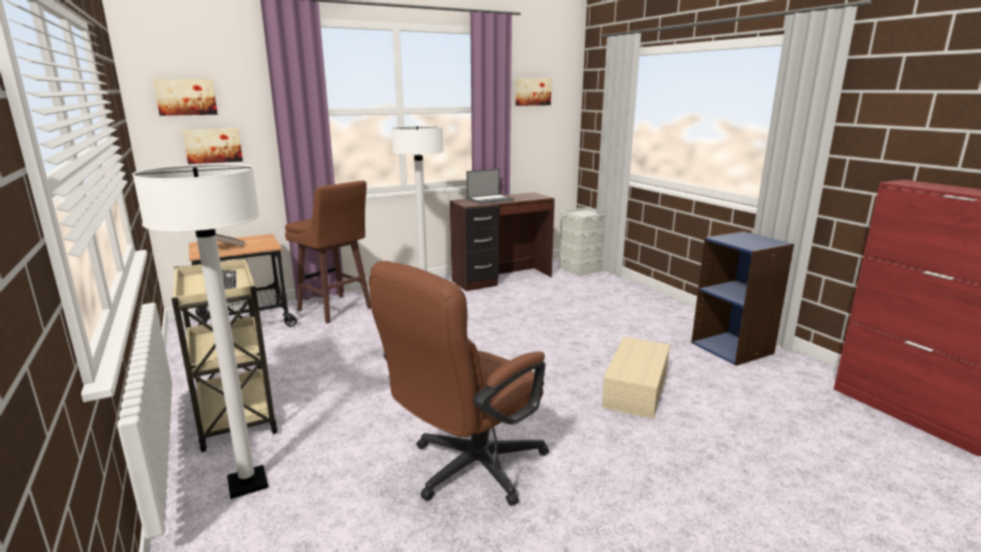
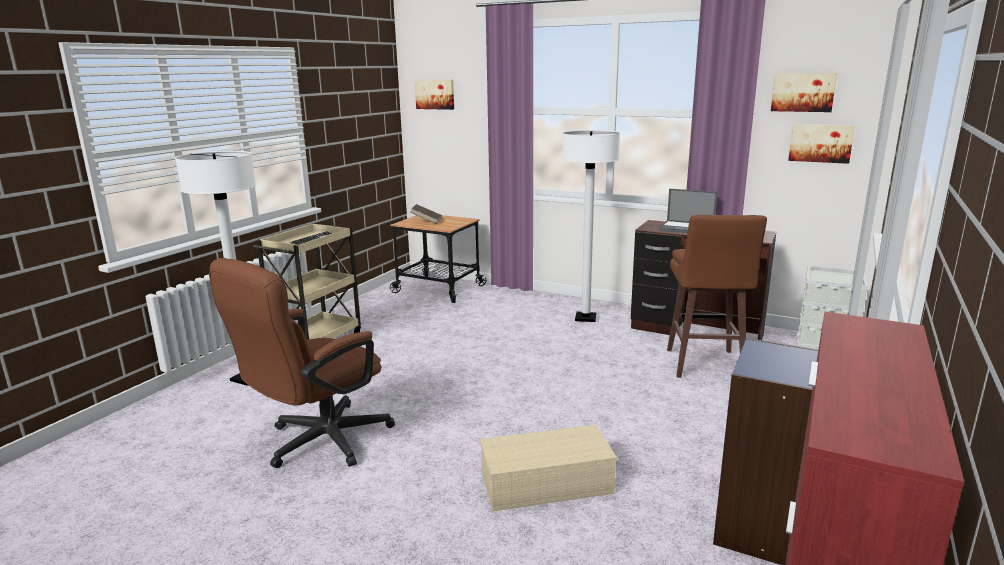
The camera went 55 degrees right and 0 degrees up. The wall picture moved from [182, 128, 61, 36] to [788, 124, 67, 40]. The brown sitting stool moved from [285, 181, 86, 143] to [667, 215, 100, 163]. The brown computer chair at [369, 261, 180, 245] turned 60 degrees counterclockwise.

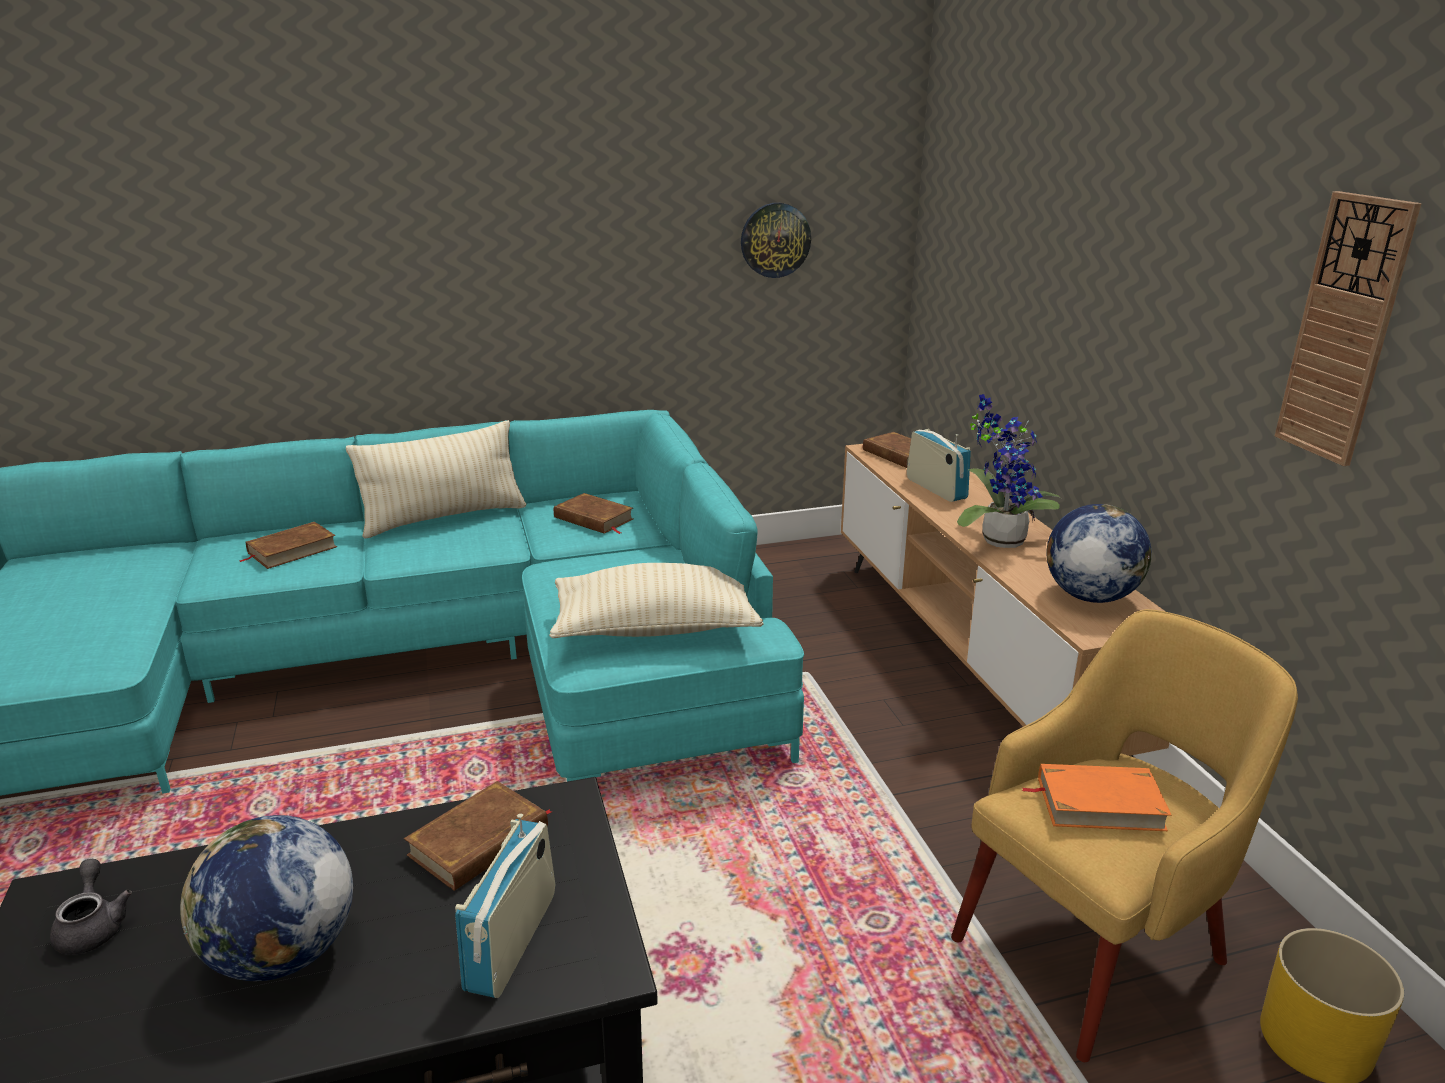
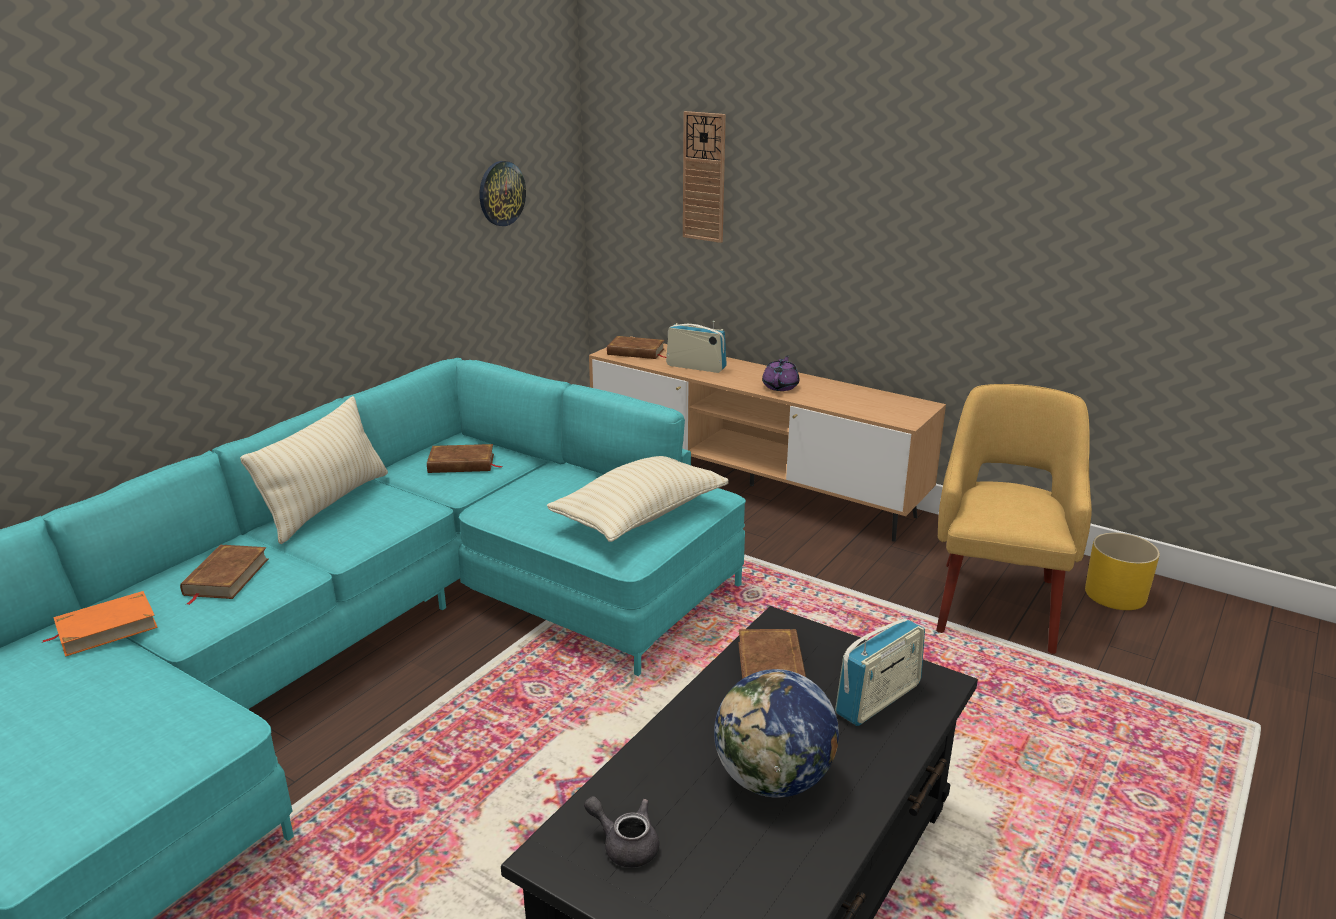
The camera went 40 degrees left and 0 degrees up. The radio at [455, 813, 100, 185] turned 105 degrees counterclockwise. The houseplant at [957, 394, 104, 154] was replaced by the purple teapot at [762, 355, 37, 36]. The orange-coloured volume moved from [1021, 764, 151, 67] to [41, 591, 117, 66]. The globe at [1047, 504, 105, 99] disappeared. The wall clock moved from [1275, 191, 146, 275] to [683, 111, 43, 132].

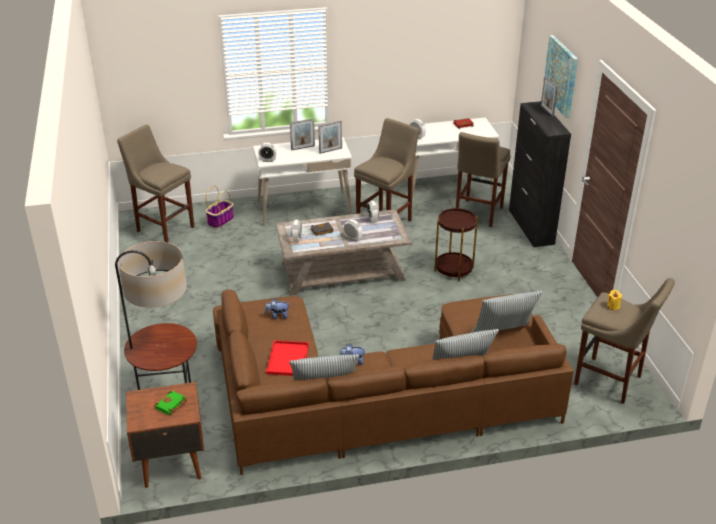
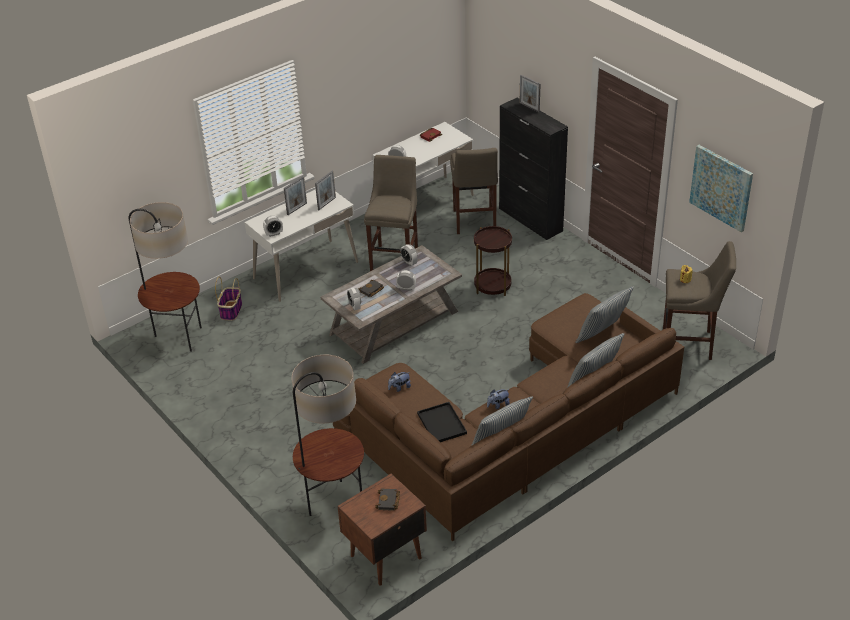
The camera went 25 degrees left and 5 degrees up. The beige sitting stool at [117, 124, 77, 119] was replaced by the standing lamp at [128, 202, 74, 150]. The green-coloured volume at [154, 391, 33, 24] became the black volume at [375, 488, 25, 23]. The red-coloured carrying tray at [266, 340, 43, 36] became the black carrying tray at [417, 402, 50, 40]. The wall picture moved from [545, 35, 33, 83] to [689, 145, 64, 87].

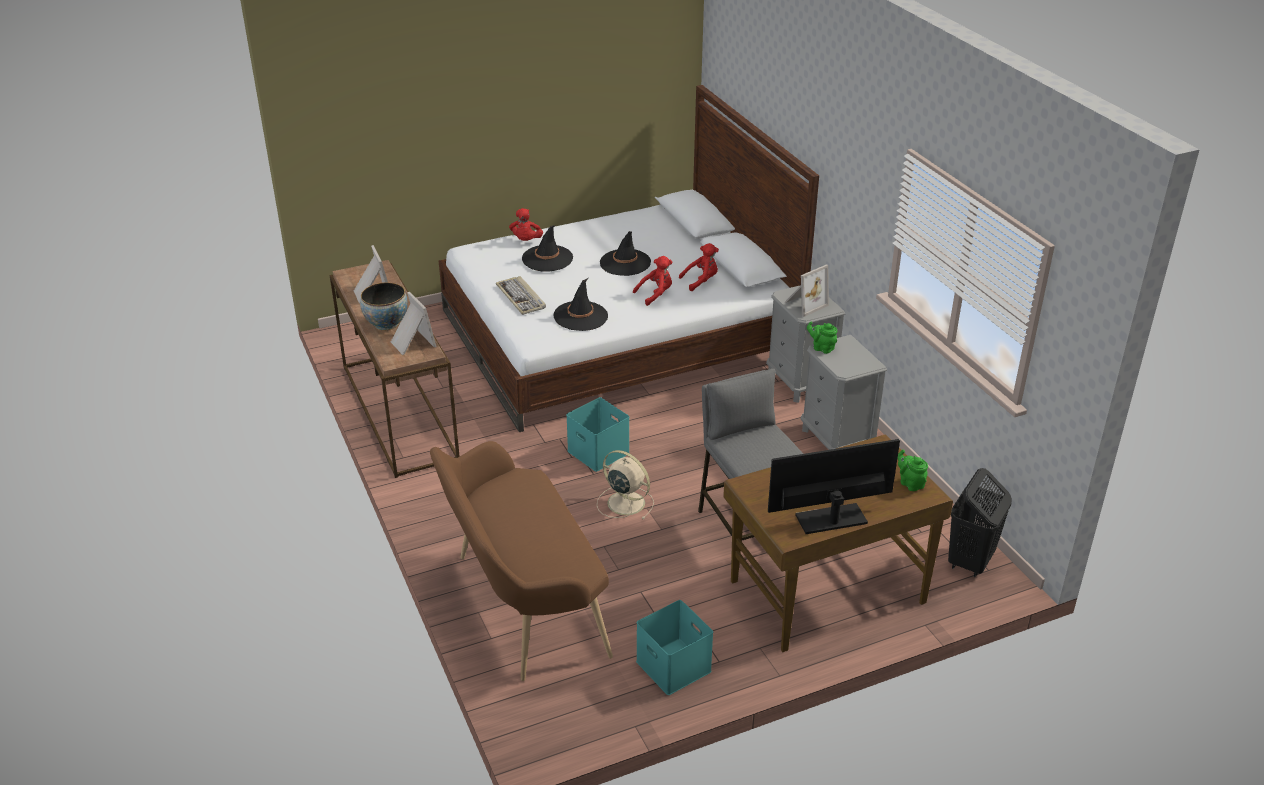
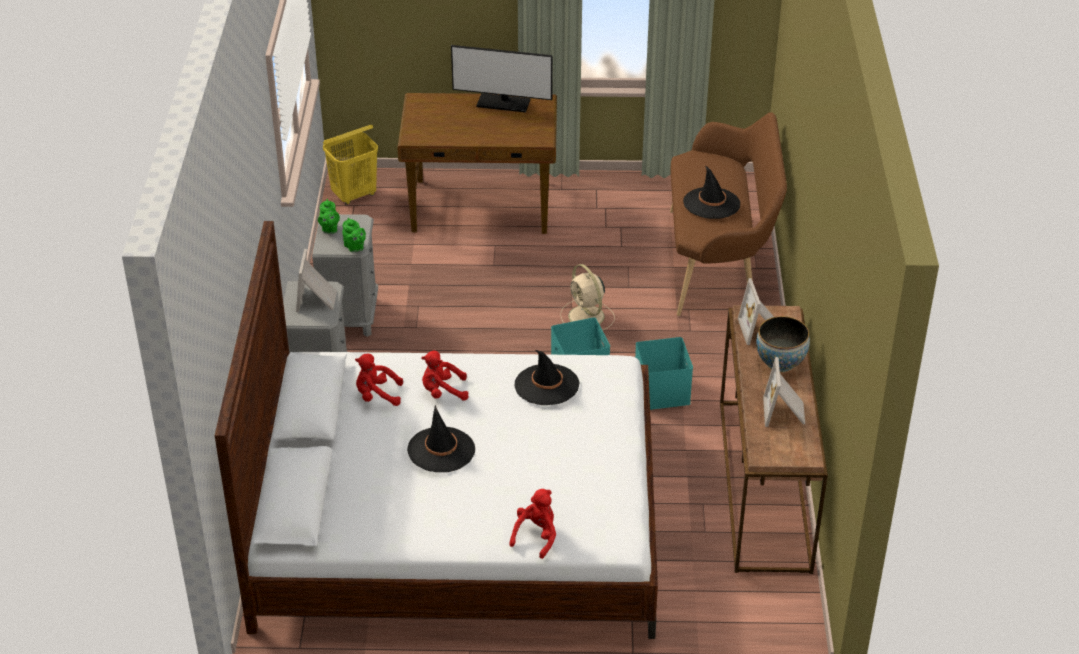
The camera went 155 degrees left and 5 degrees up. The computer keyboard at [496, 276, 50, 39] disappeared. The black hat moved from [522, 225, 51, 47] to [683, 165, 57, 54]. The blue-green storage box moved from [636, 600, 77, 95] to [635, 337, 58, 73]. The greyish sitting stool at [698, 368, 105, 172] disappeared. The picture frame at [785, 264, 44, 53] turned 75 degrees counterclockwise. The green-coloured teapot moved from [898, 450, 30, 41] to [318, 199, 22, 35]. The black laundry basket at [948, 468, 64, 109] became the yellow laundry basket at [323, 125, 55, 80].

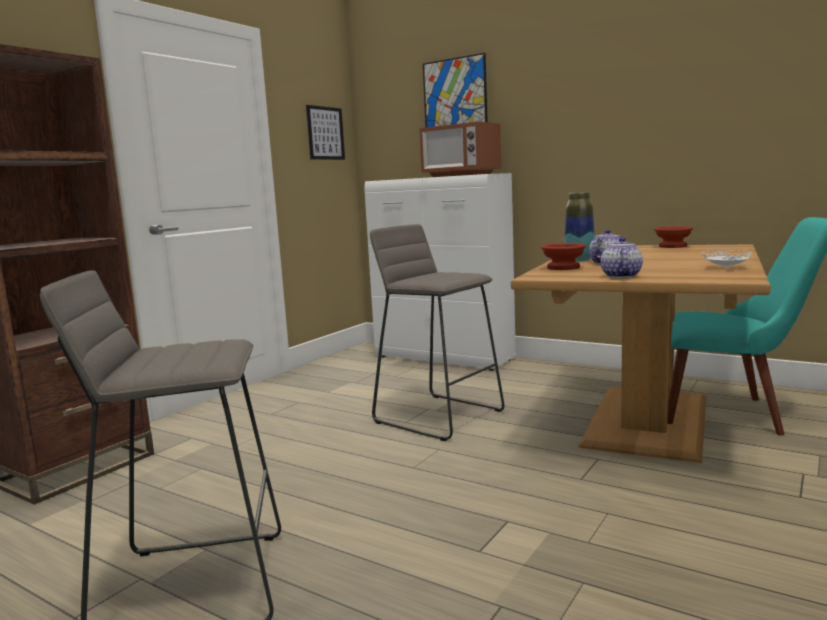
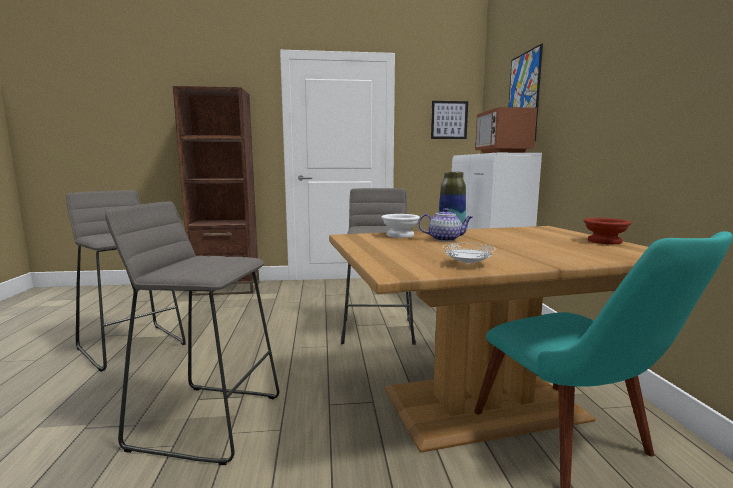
The camera went 50 degrees right and 0 degrees up. The brown deep dish at [541, 243, 45, 27] became the white deep dish at [382, 214, 38, 24]. The teapot at [600, 237, 43, 41] disappeared. The greyish sitting stool at [105, 201, 174, 264] appeared.

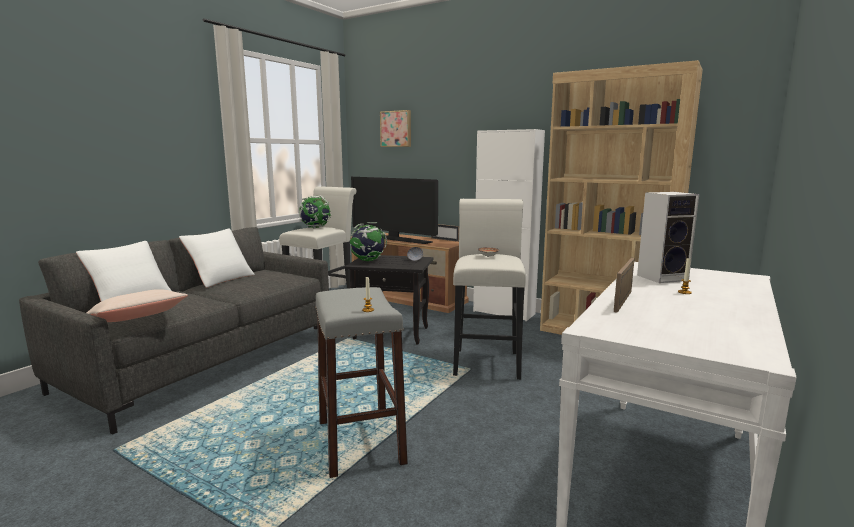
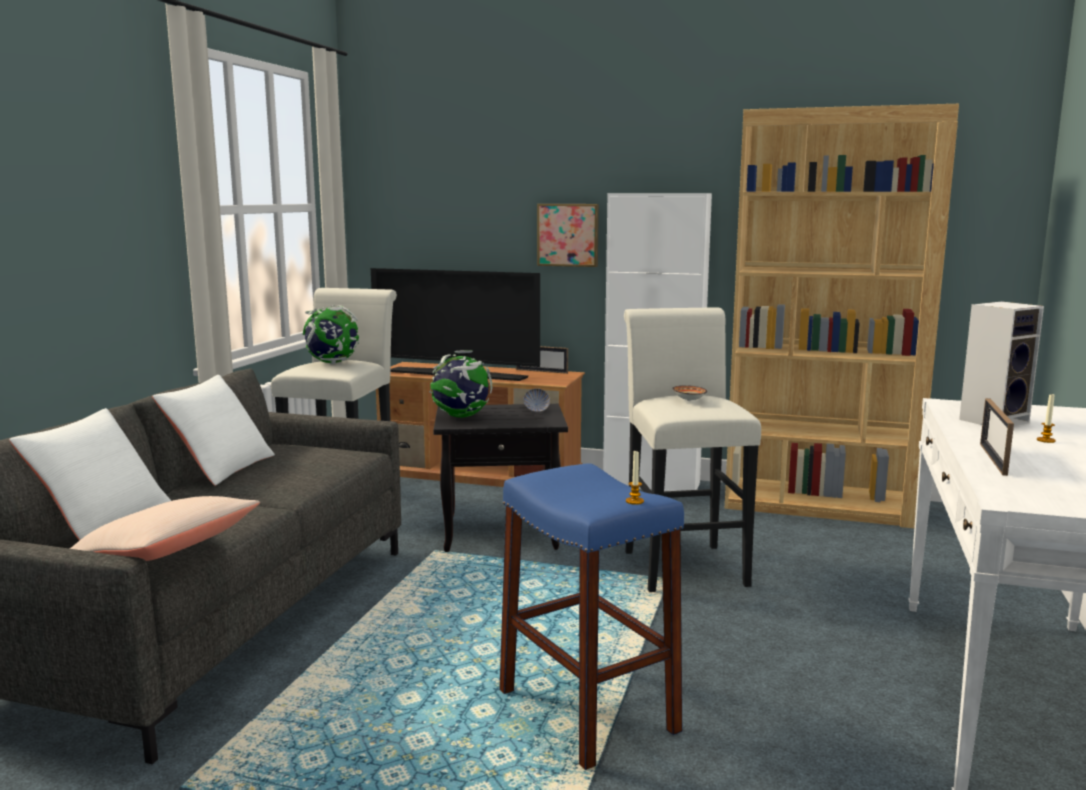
The camera went 15 degrees left and 0 degrees up. The greyish sitting stool at [315, 287, 93, 191] became the blue sitting stool at [499, 463, 185, 307]. The wall picture moved from [380, 110, 31, 37] to [537, 204, 62, 63].

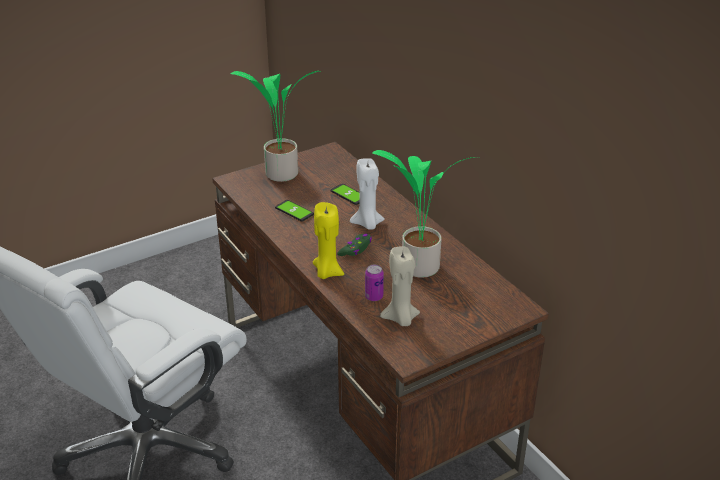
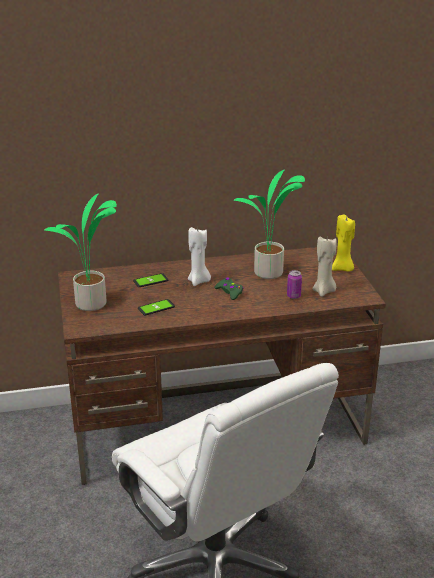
The camera went 70 degrees left and 5 degrees down. The yellow wax light moved from [313, 202, 31, 77] to [332, 215, 23, 57].

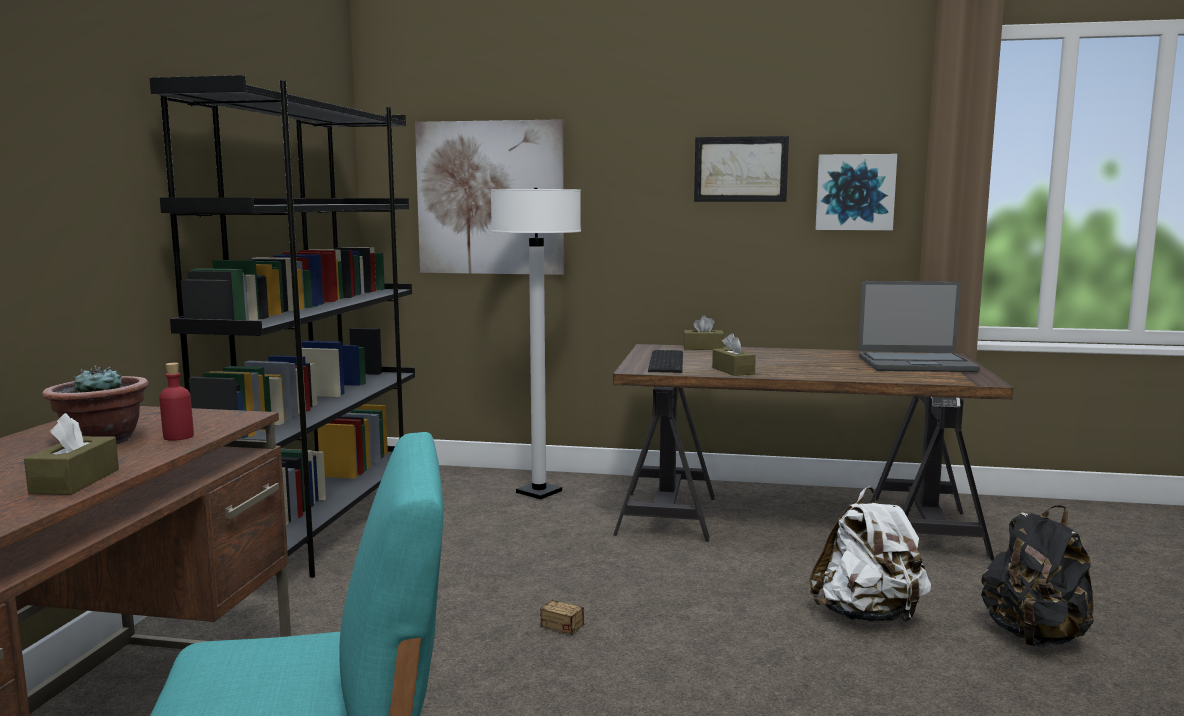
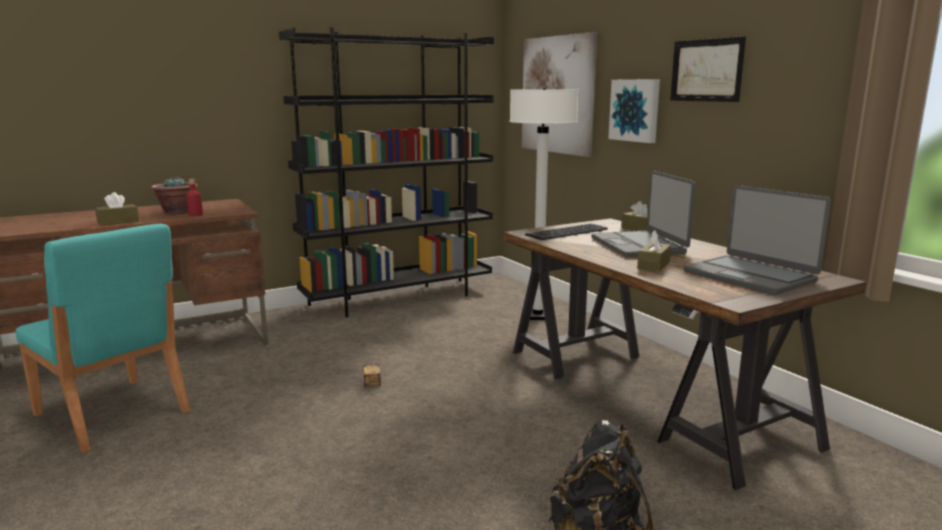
The camera went 50 degrees right and 5 degrees up. The brown tissue holder moved from [712, 333, 44, 43] to [637, 230, 34, 42]. The white knapsack at [809, 487, 122, 135] disappeared. The wall picture moved from [815, 154, 82, 76] to [608, 79, 52, 64]. The laptop at [591, 170, 105, 87] appeared.

